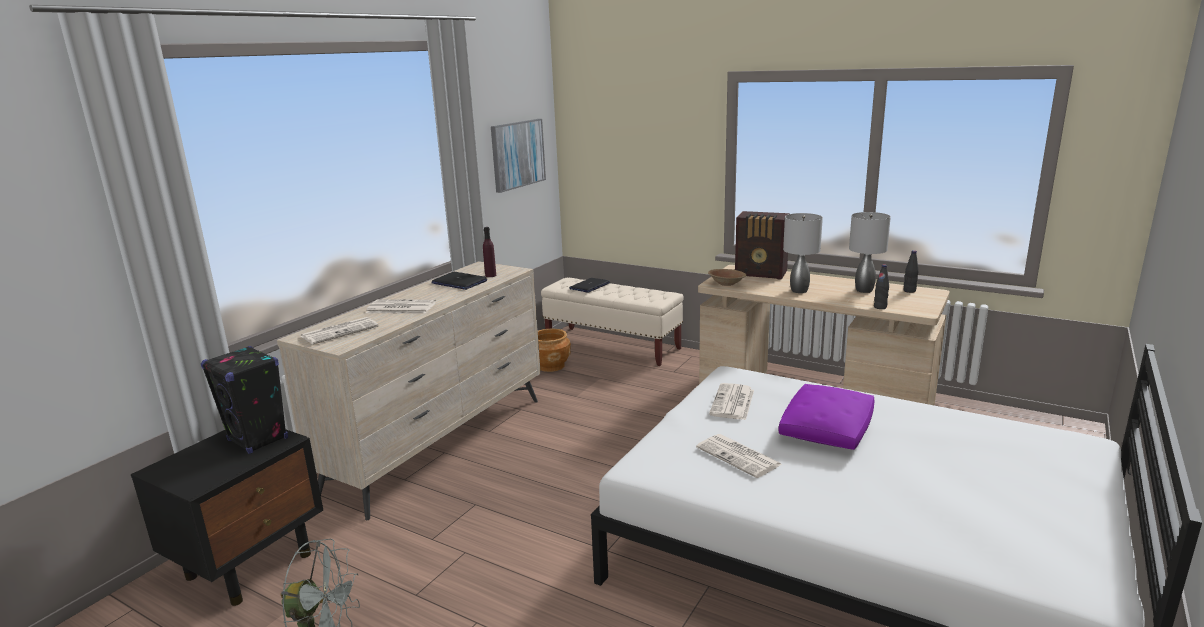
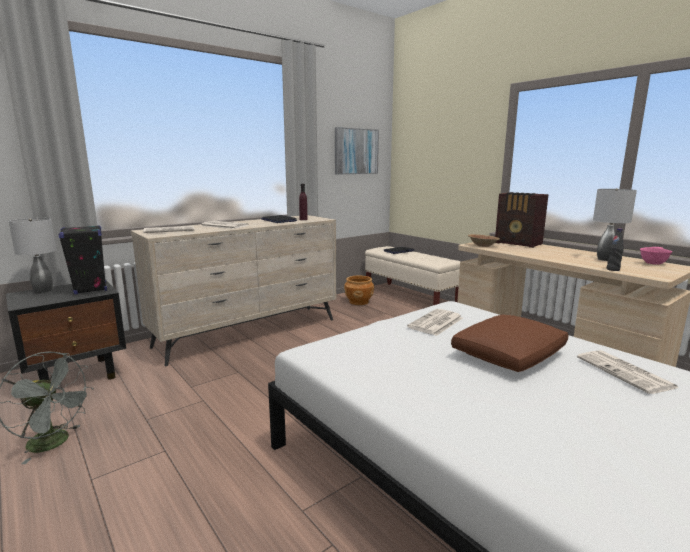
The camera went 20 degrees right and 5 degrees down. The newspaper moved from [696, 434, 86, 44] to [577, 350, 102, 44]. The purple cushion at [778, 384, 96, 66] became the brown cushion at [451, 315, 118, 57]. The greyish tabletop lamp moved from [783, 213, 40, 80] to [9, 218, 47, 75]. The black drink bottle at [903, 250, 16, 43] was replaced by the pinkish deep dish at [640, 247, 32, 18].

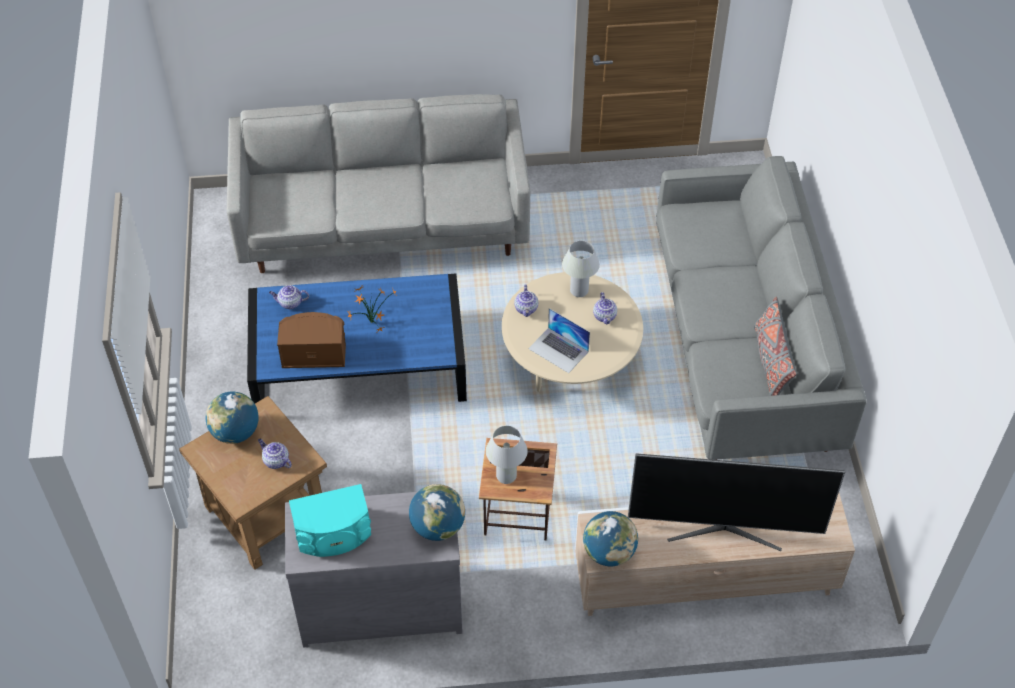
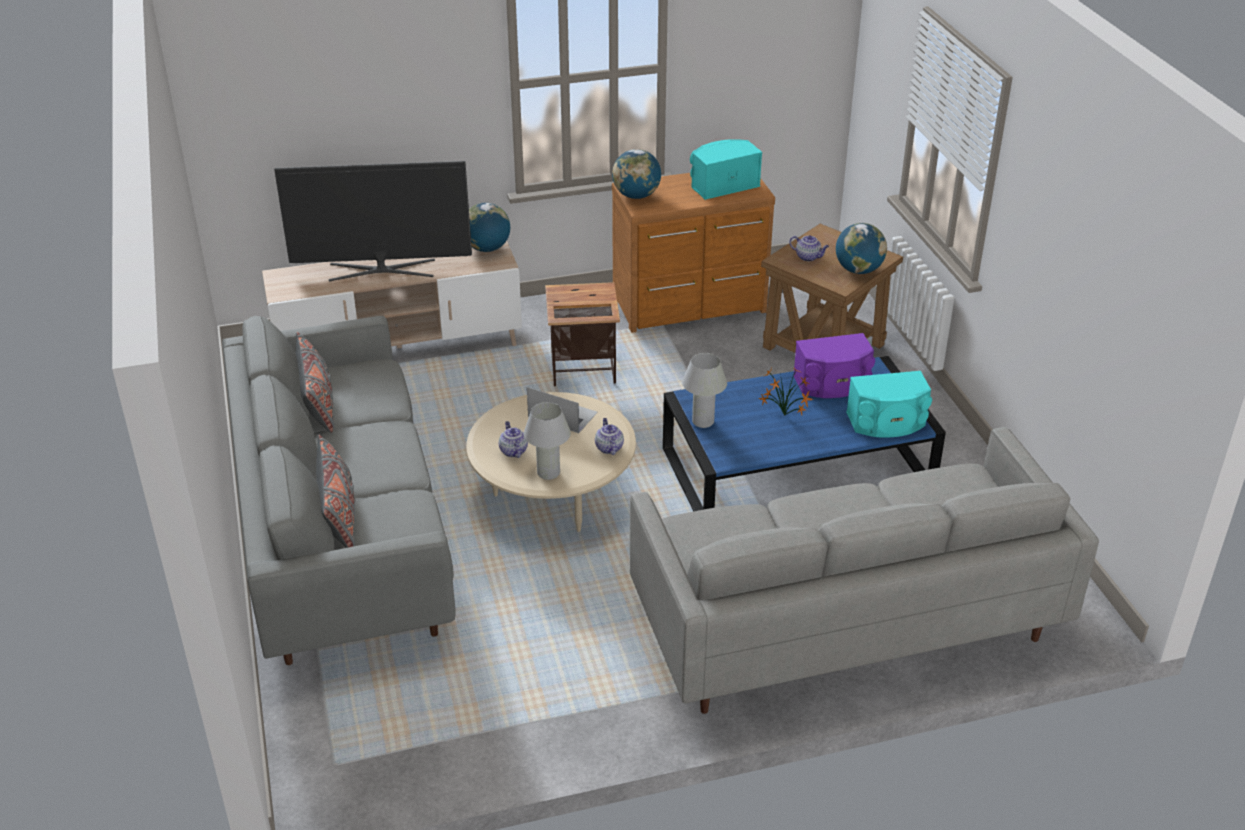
The camera went 170 degrees right and 15 degrees down. The teapot at [269, 285, 40, 24] was replaced by the blue-green loudspeaker at [846, 371, 86, 66]. The brown loudspeaker at [277, 312, 69, 56] became the purple loudspeaker at [793, 333, 82, 65]. The greyish drawer chest at [285, 492, 178, 156] became the brown drawer chest at [612, 173, 163, 160]. The white tabletop lamp moved from [486, 426, 42, 58] to [682, 353, 45, 75]. The greyish cushion at [316, 435, 39, 113] appeared.

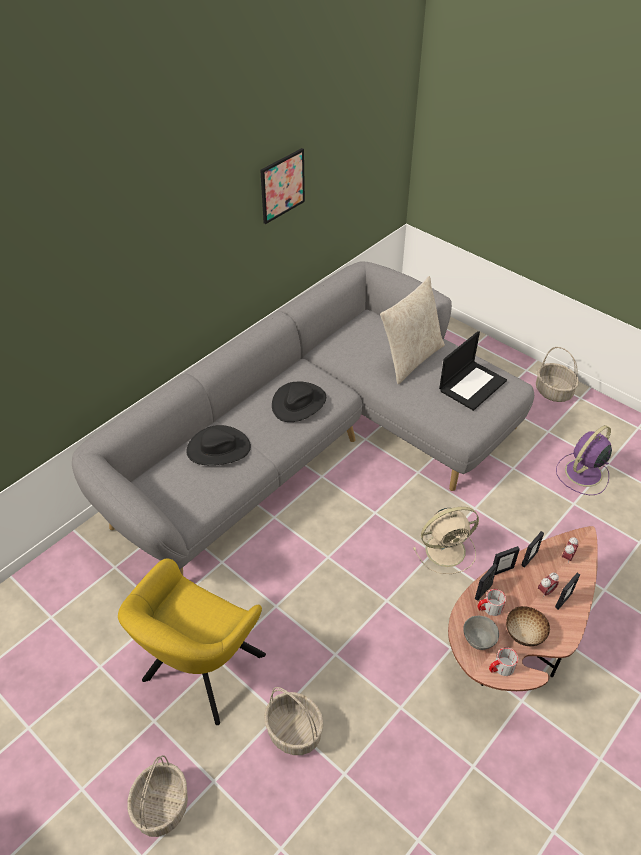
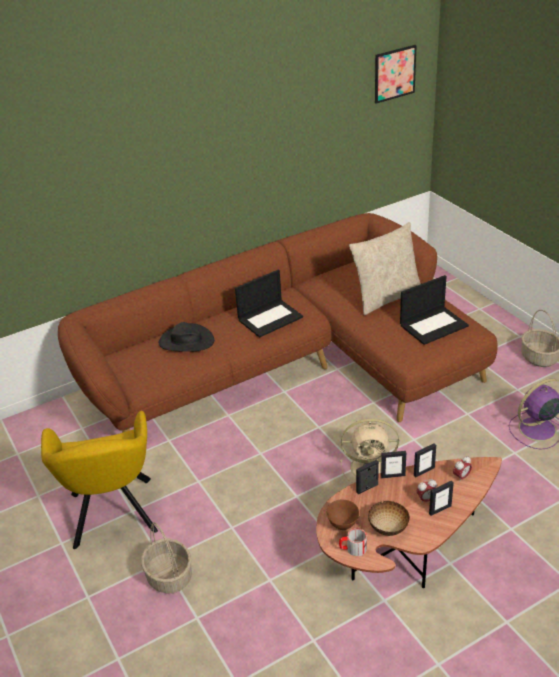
The camera went 20 degrees right and 10 degrees down. The greyish sofa at [72, 261, 462, 314] became the brown sofa at [58, 213, 440, 220]. The yellow lounge chair at [118, 559, 148, 166] turned 60 degrees counterclockwise. The household basket at [127, 755, 61, 82] disappeared. The wall picture moved from [260, 148, 45, 76] to [375, 45, 42, 59]. The black hat at [272, 381, 54, 41] was replaced by the laptop at [235, 270, 68, 68]. The greyish deep dish at [463, 616, 36, 34] became the brown deep dish at [326, 500, 33, 30]. The coffee mug at [477, 589, 29, 27] disappeared.

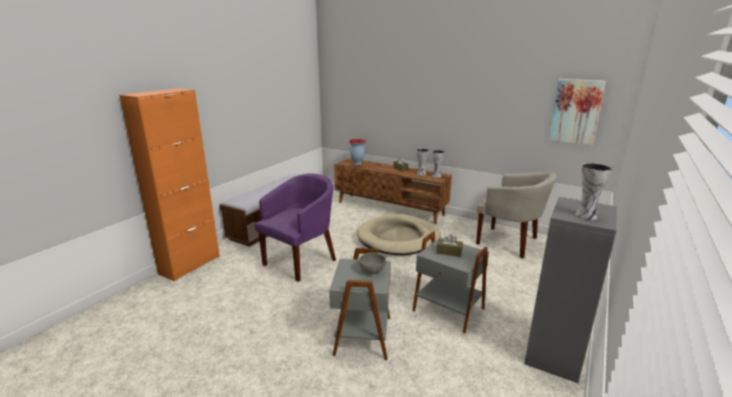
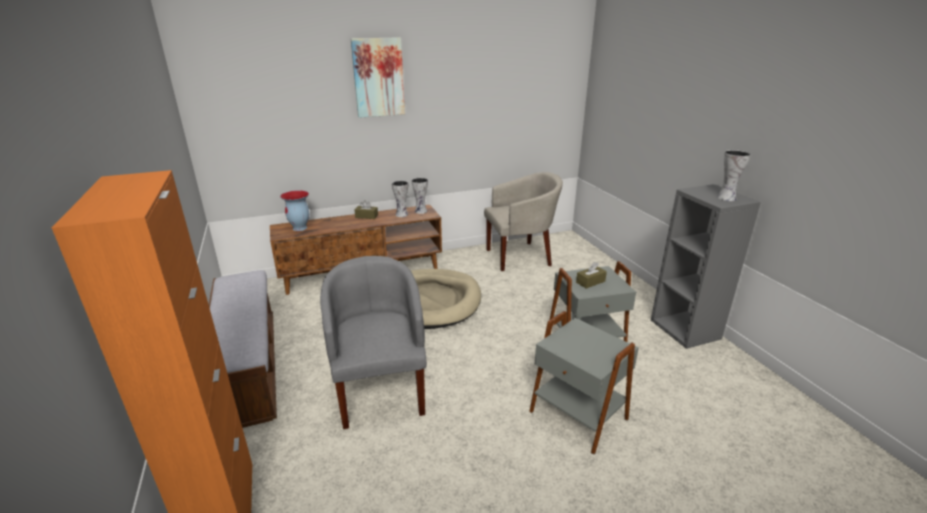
The camera went 50 degrees left and 5 degrees up. The purple lounge chair at [255, 173, 81, 109] became the greyish lounge chair at [320, 256, 107, 173]. The greyish deep dish at [359, 253, 27, 21] disappeared. The wall picture moved from [549, 79, 56, 66] to [351, 37, 54, 81].

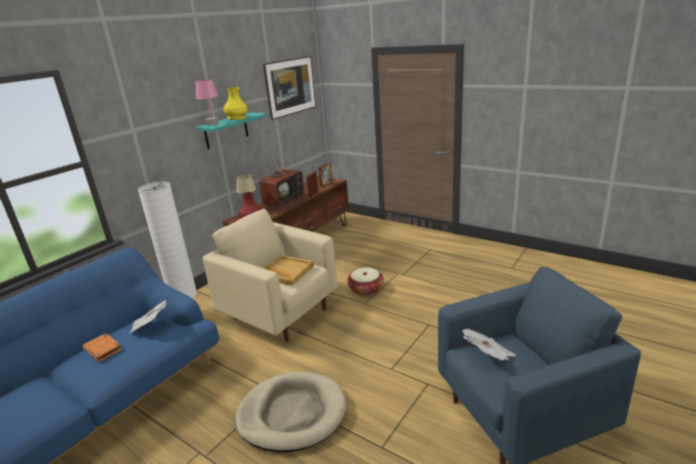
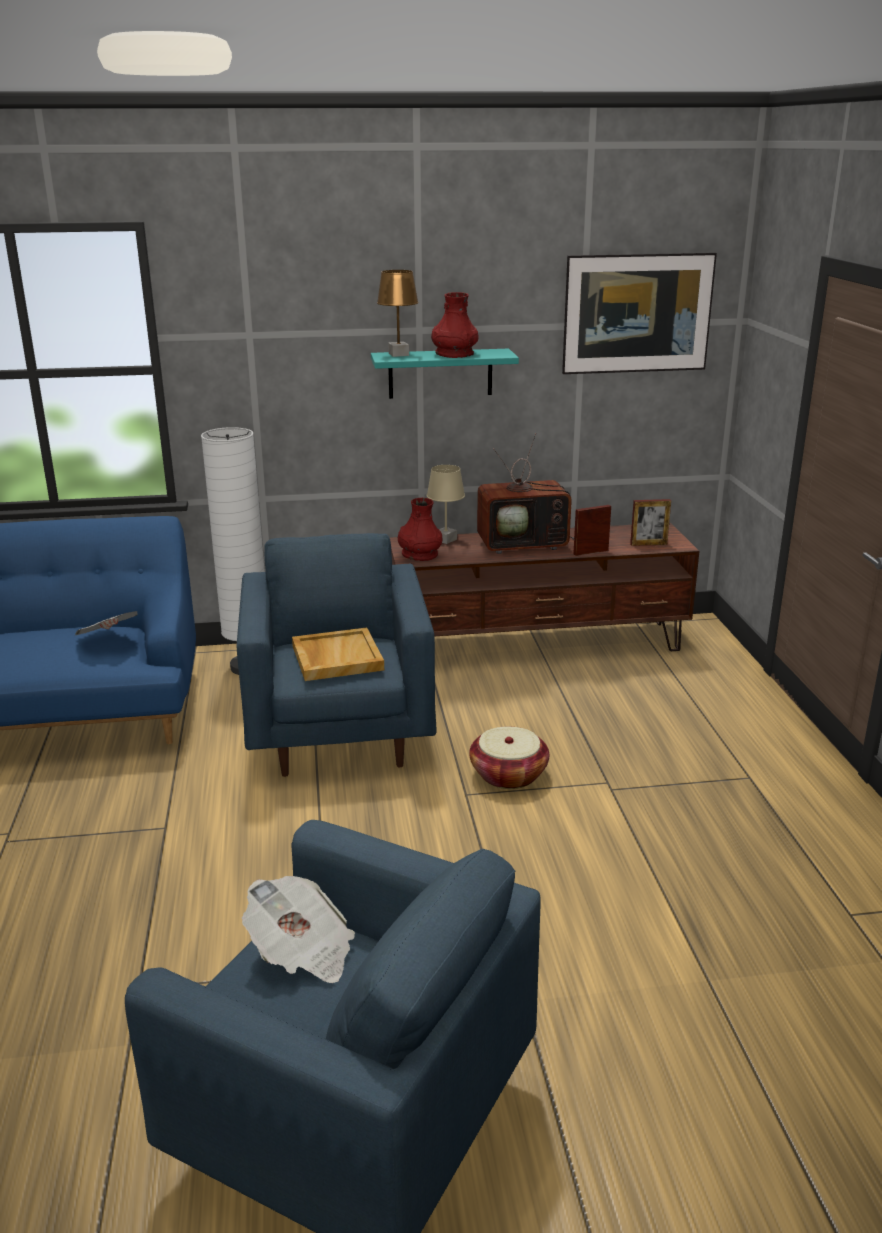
The camera went 45 degrees right and 0 degrees up. The orange-coloured volume at [83, 333, 39, 29] disappeared. The pinkish tabletop lamp at [195, 79, 24, 46] became the brown tabletop lamp at [377, 270, 42, 87]. The beige lounge chair at [203, 209, 134, 133] became the blue lounge chair at [237, 533, 200, 244]. The yellow decorative vase at [223, 87, 25, 33] became the red-coloured decorative vase at [431, 292, 48, 66]. The beige pet bed at [235, 372, 111, 80] disappeared.

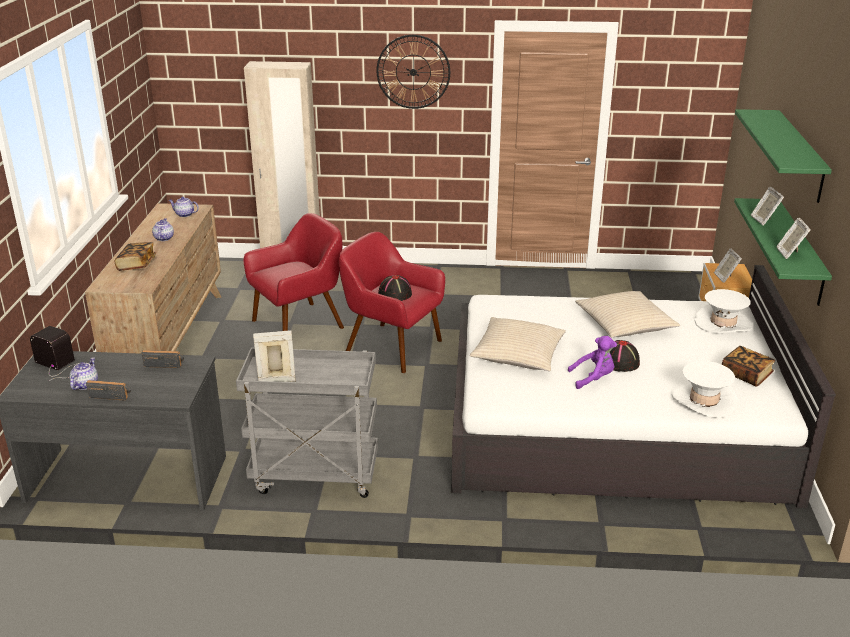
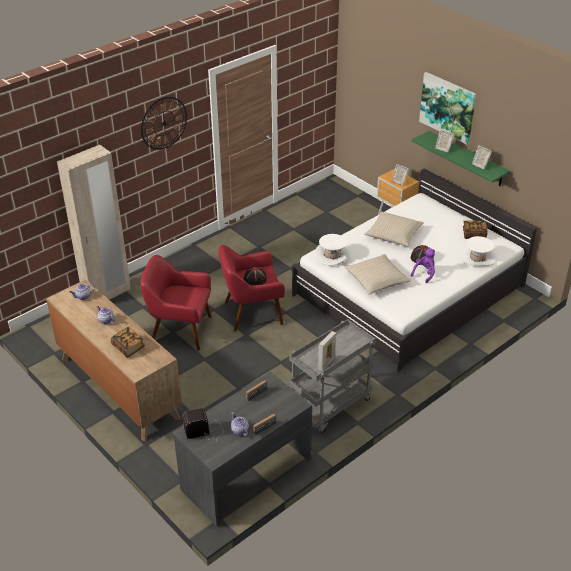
The camera went 45 degrees left and 10 degrees up. The red-coloured lounge chair at [244, 213, 100, 118] turned 90 degrees counterclockwise. The white hat moved from [695, 289, 58, 44] to [315, 234, 35, 32]. The green-coloured bracket shelf at [735, 109, 97, 94] was replaced by the wall picture at [419, 72, 57, 73].

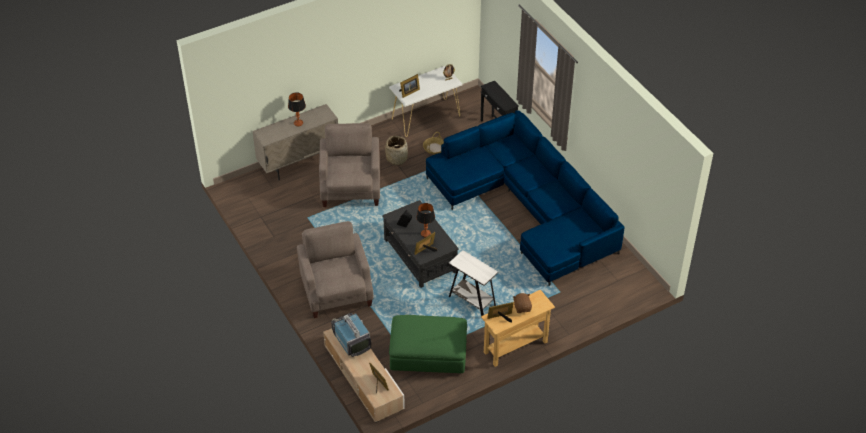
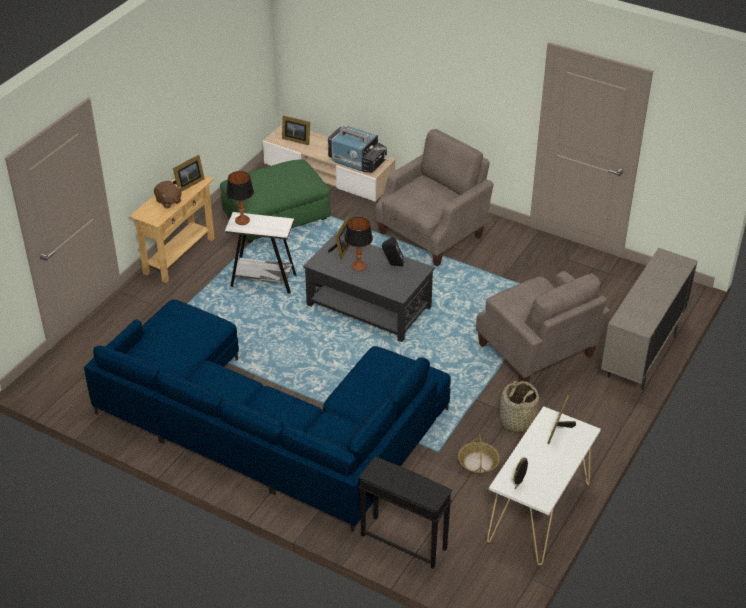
The camera went 150 degrees right and 5 degrees down. The tabletop lamp moved from [288, 92, 18, 34] to [226, 171, 28, 54]. The beige lounge chair at [297, 221, 77, 97] turned 90 degrees counterclockwise.

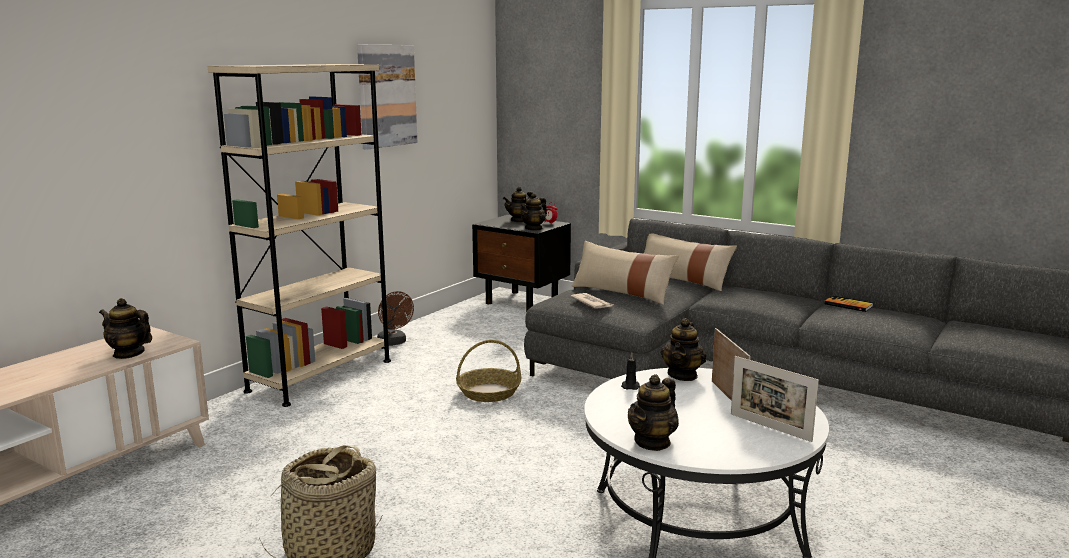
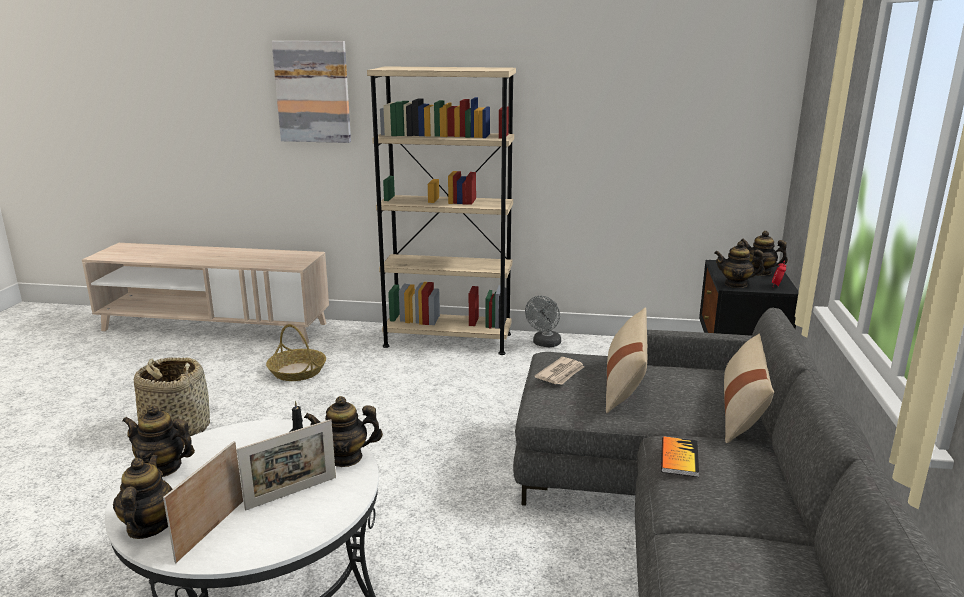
The camera went 65 degrees right and 5 degrees up. The teapot moved from [99, 298, 53, 61] to [113, 455, 59, 84]. The wall picture moved from [357, 45, 61, 105] to [272, 41, 79, 102]. The brown electric fan at [377, 291, 37, 55] became the greyish electric fan at [525, 295, 36, 52]. The household basket moved from [456, 340, 65, 62] to [266, 324, 60, 57]. The volume moved from [824, 296, 49, 16] to [661, 436, 38, 41].

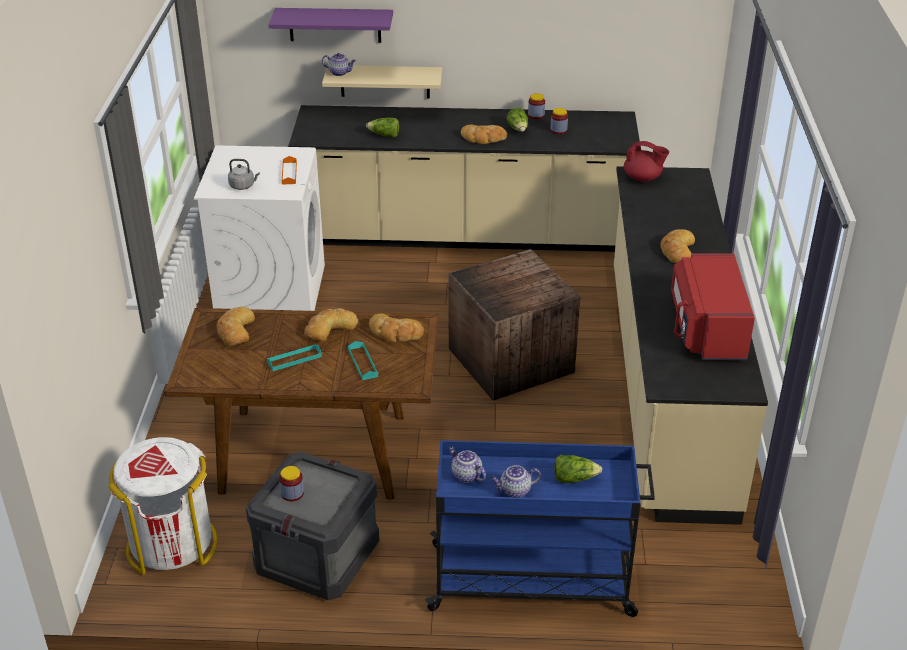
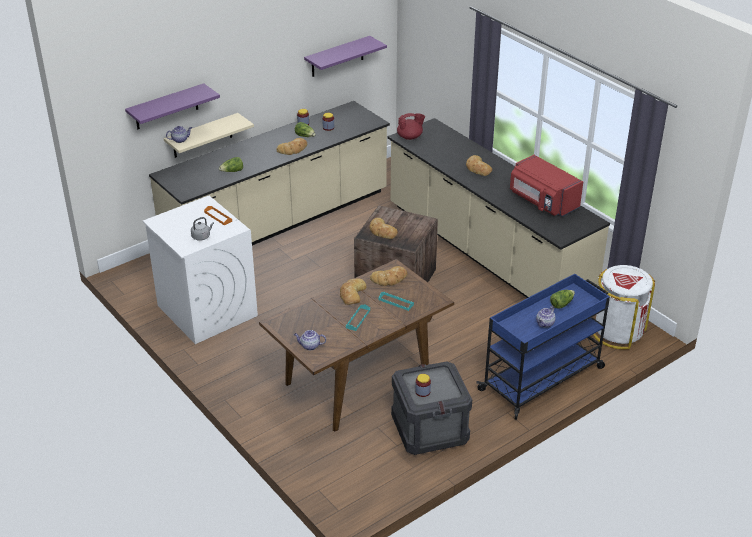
The camera went 40 degrees left and 0 degrees up. The white rubbish bin moved from [108, 437, 110, 138] to [593, 265, 62, 84]. The bread moved from [217, 307, 38, 39] to [369, 218, 29, 21]. The teapot moved from [448, 446, 38, 37] to [294, 330, 32, 20]. The purple bracket shelf at [304, 36, 83, 41] appeared.

